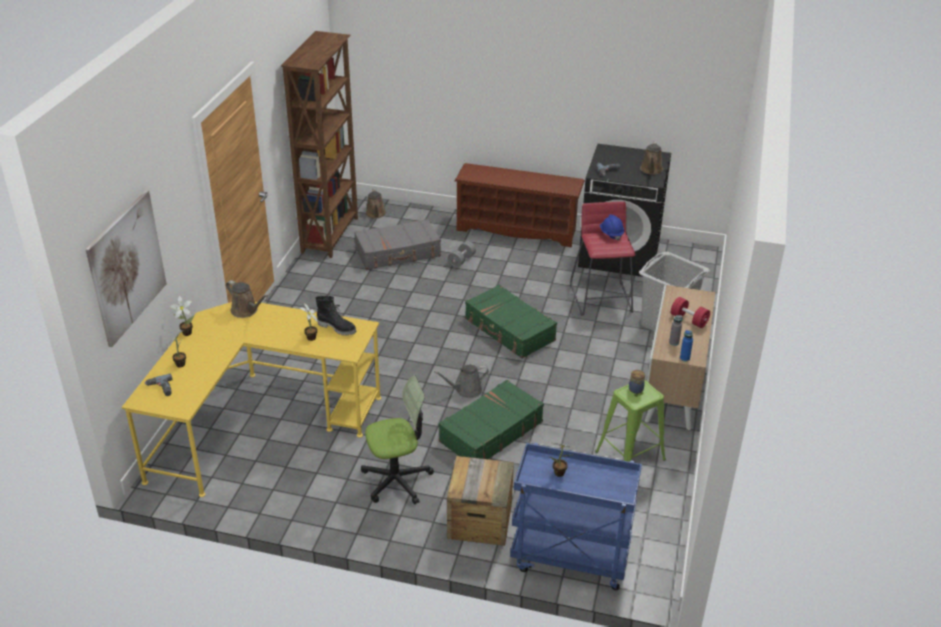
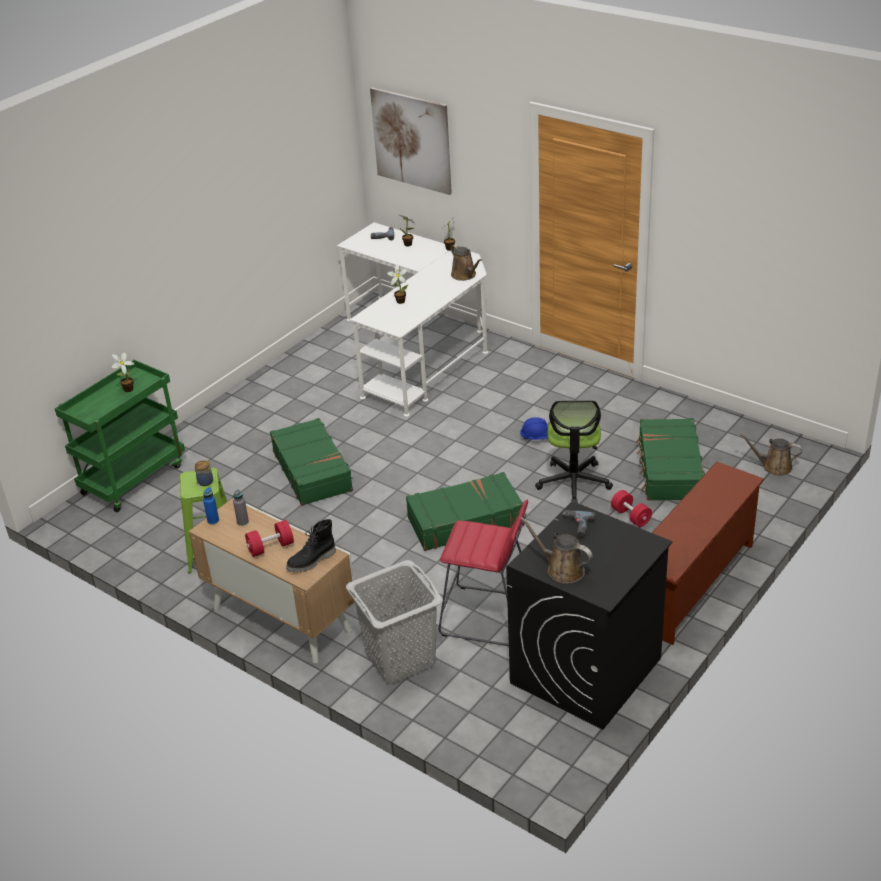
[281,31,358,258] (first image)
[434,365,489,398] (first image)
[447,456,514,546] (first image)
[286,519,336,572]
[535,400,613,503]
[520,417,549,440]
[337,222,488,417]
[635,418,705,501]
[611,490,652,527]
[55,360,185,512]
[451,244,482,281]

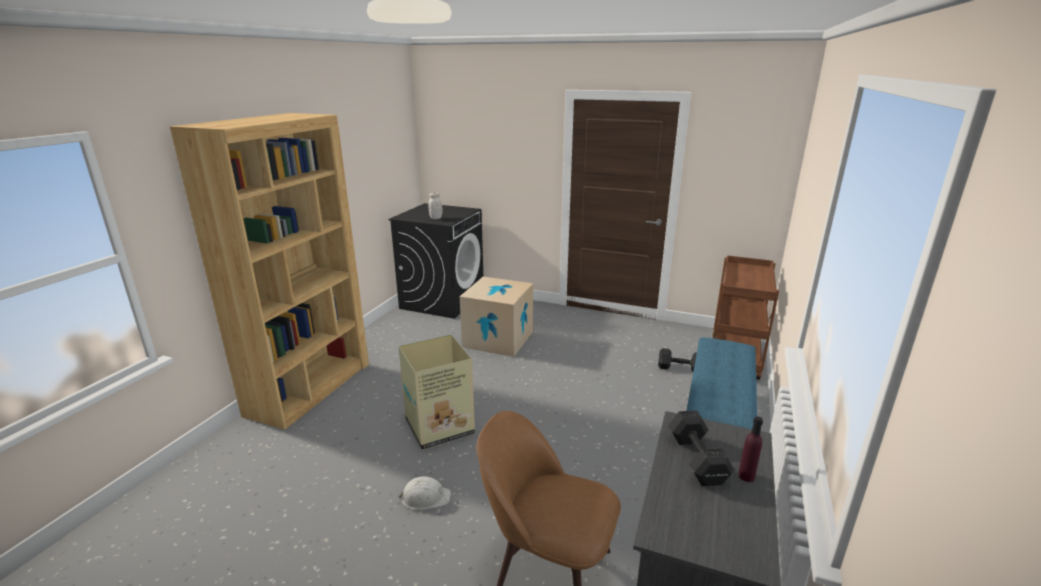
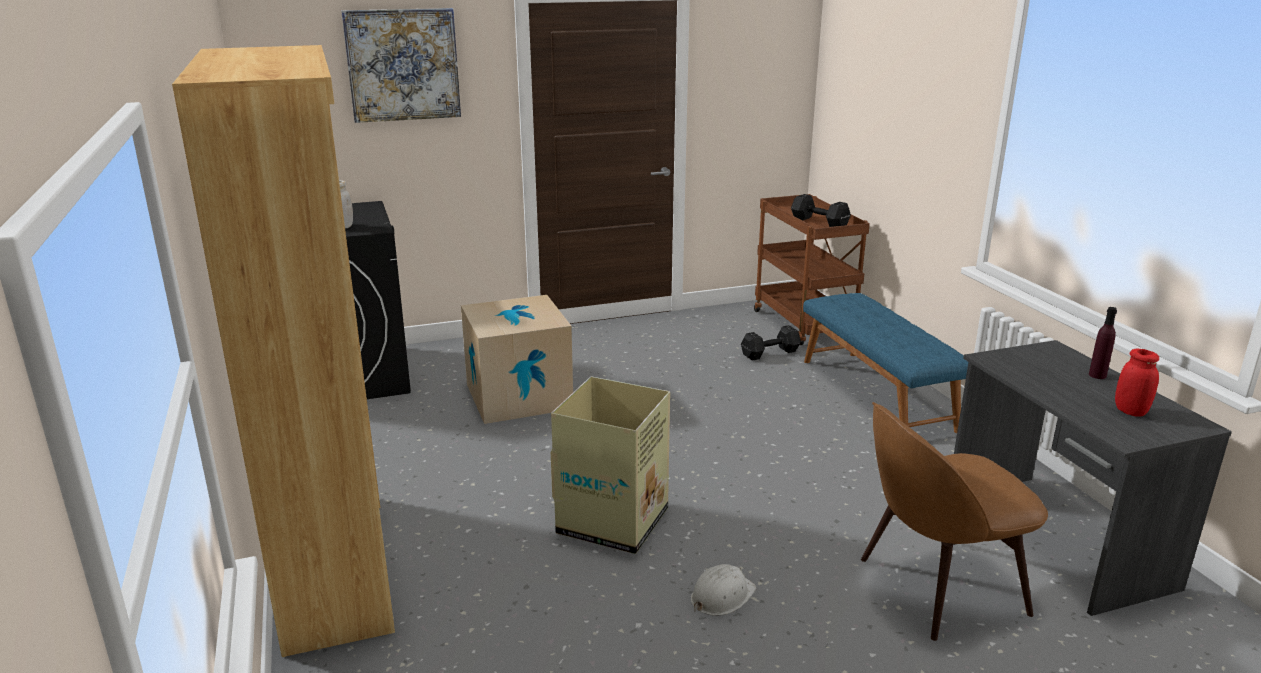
[341,8,461,123]
[1115,349,1159,417]
[791,194,851,227]

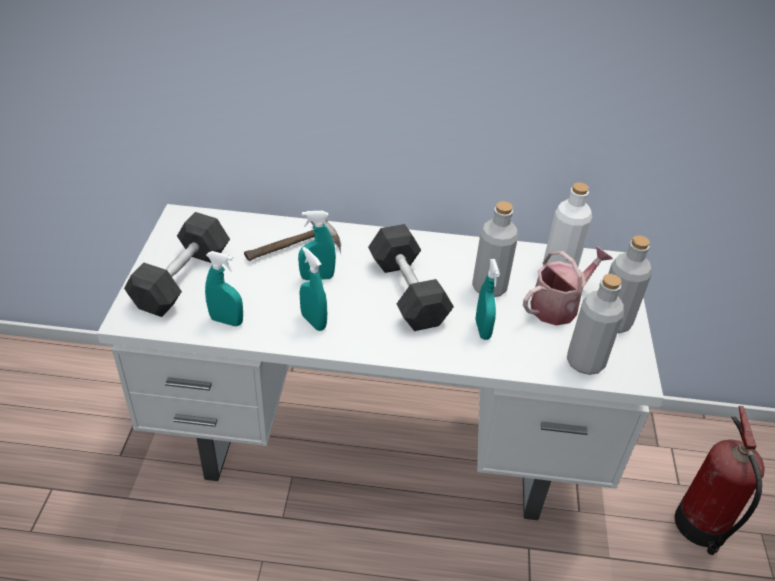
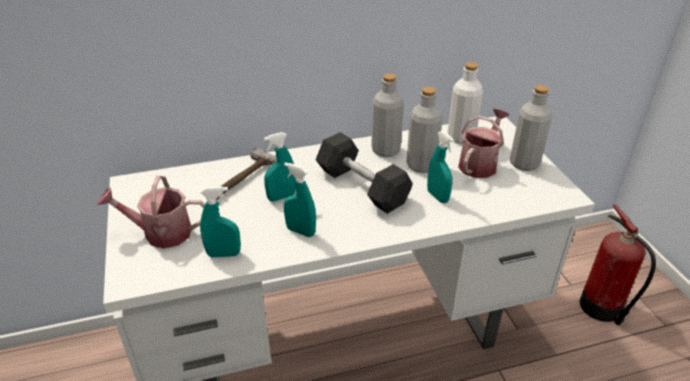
[371,73,404,157]
[97,176,205,249]

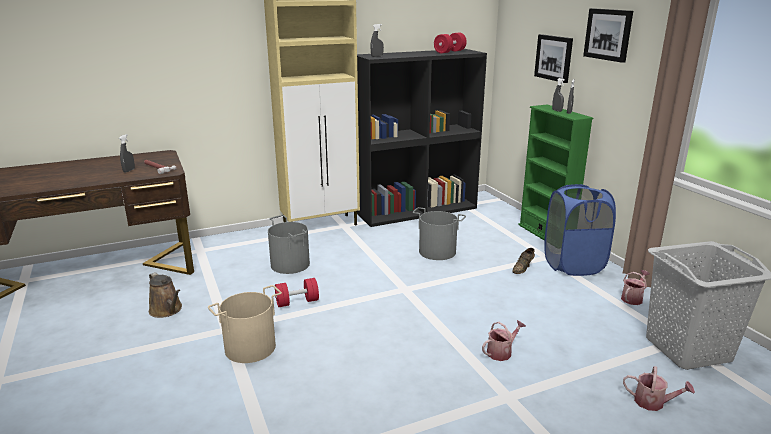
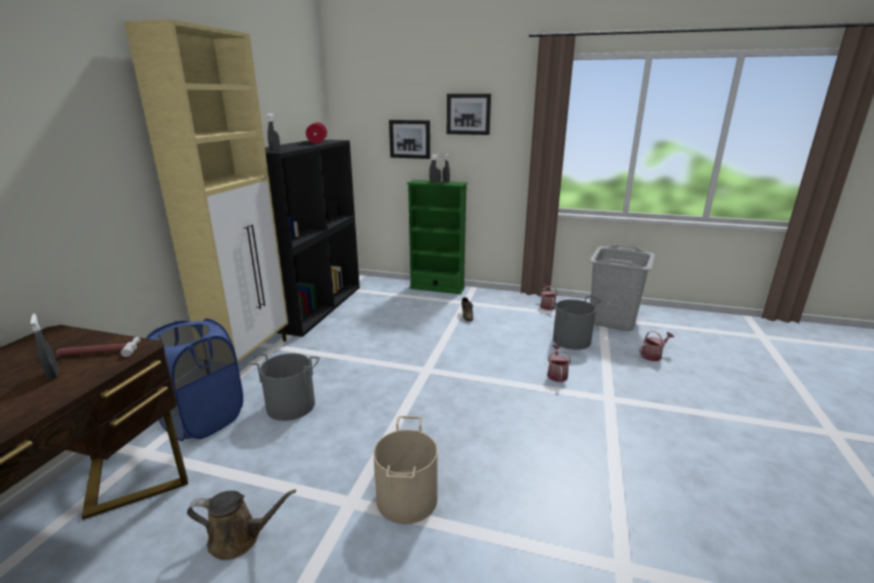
[275,278,319,307] (first image)
[551,296,602,350]
[146,319,243,442]

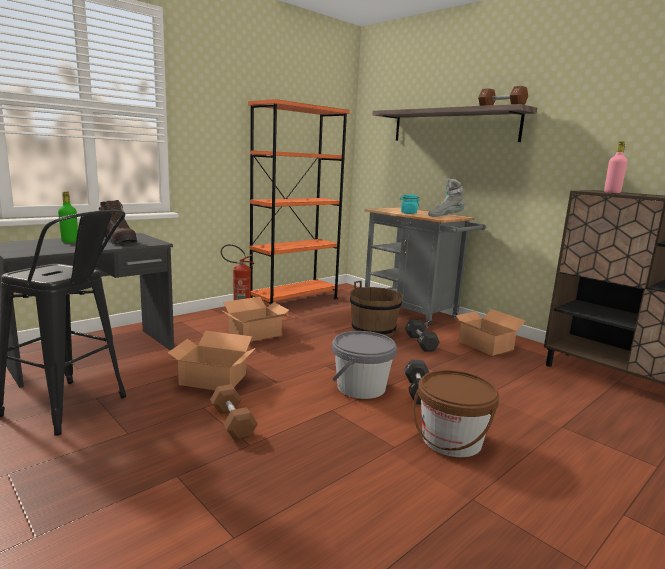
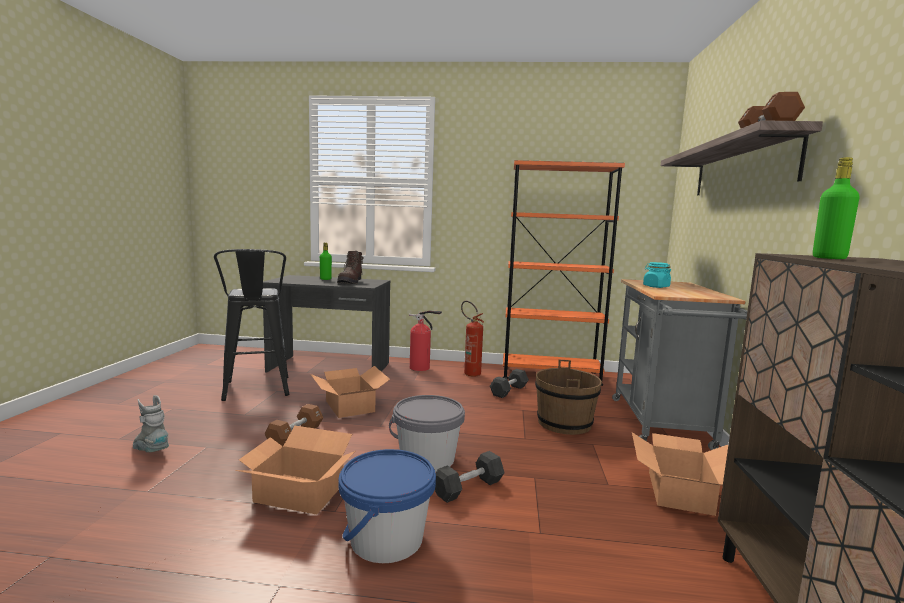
[409,311,442,371]
[235,426,355,515]
[490,369,529,398]
[133,395,169,452]
[339,449,436,563]
[813,157,860,259]

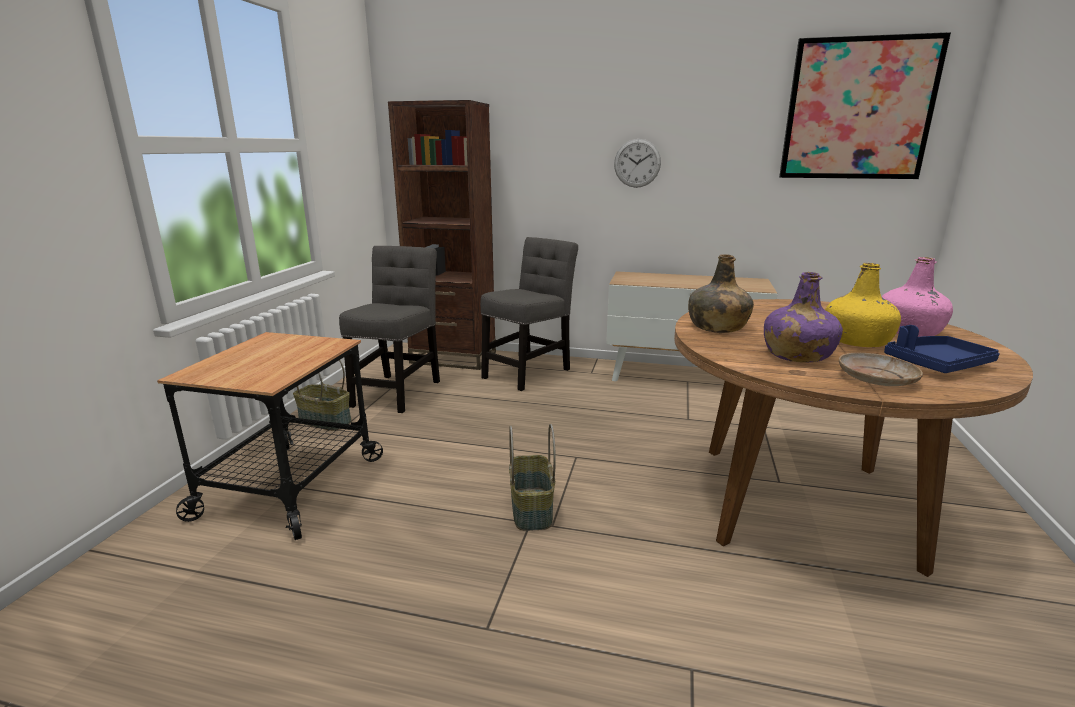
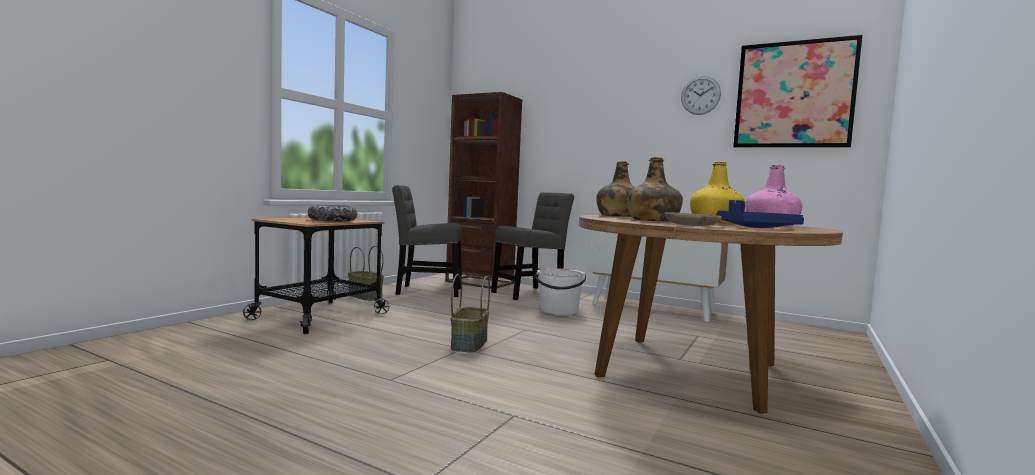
[308,205,357,222]
[535,268,586,315]
[681,76,721,115]
[627,157,683,221]
[392,185,462,297]

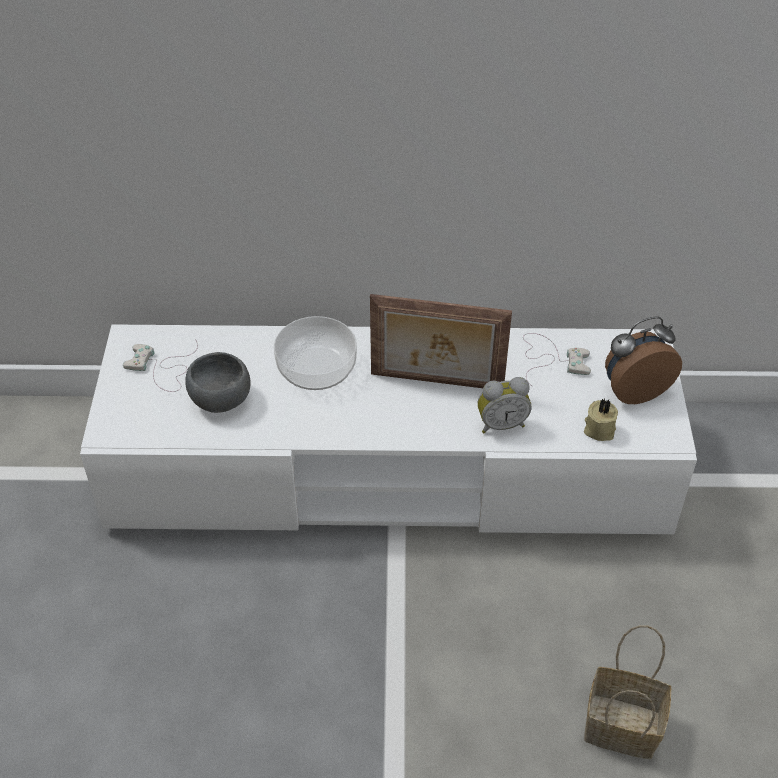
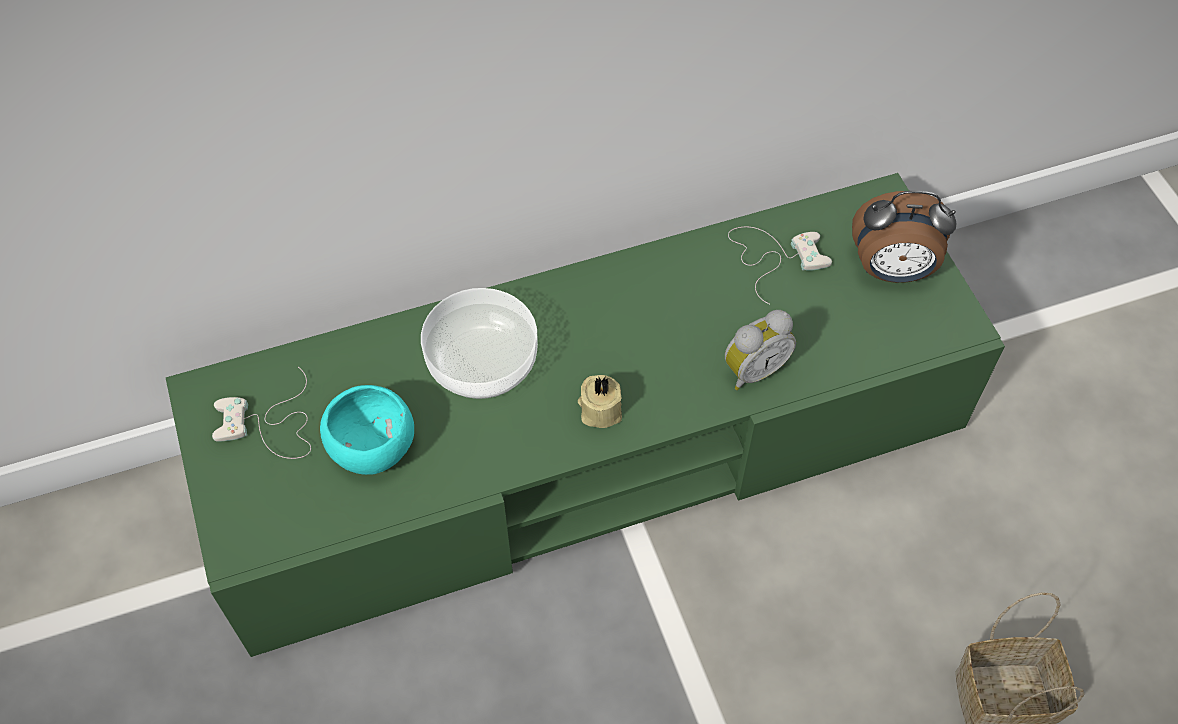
[370,294,512,388] (first image)
[578,375,622,428]
[166,173,1005,657]
[320,385,414,475]
[852,191,956,283]

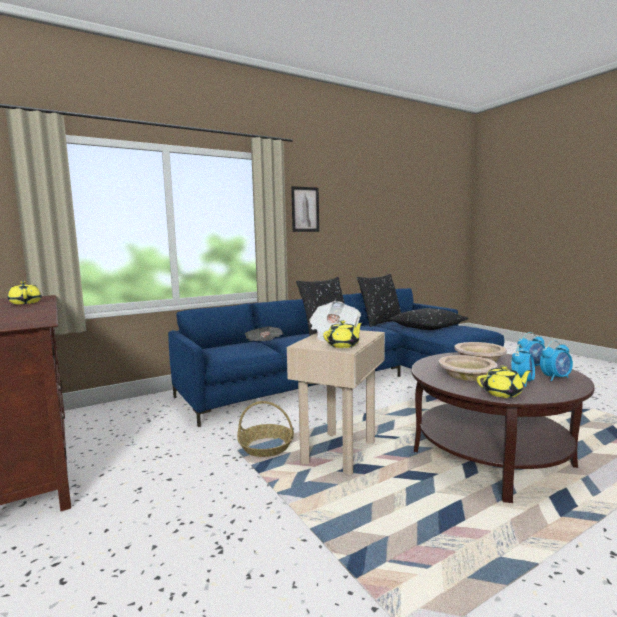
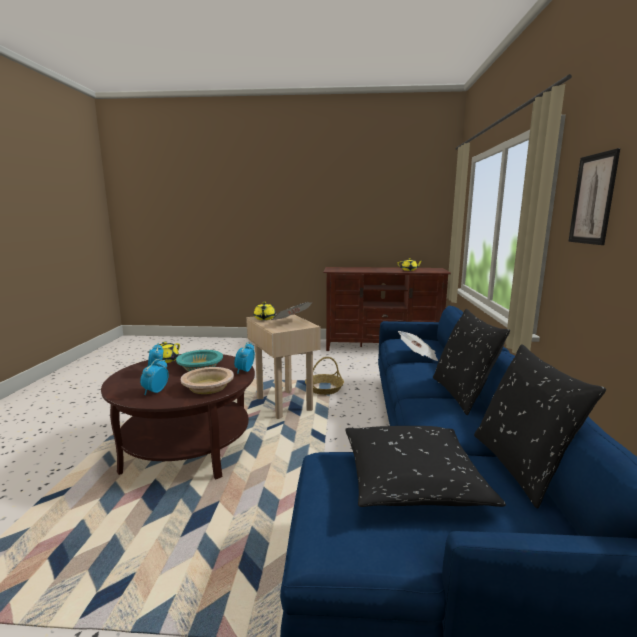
[234,342,255,374]
[176,350,223,371]

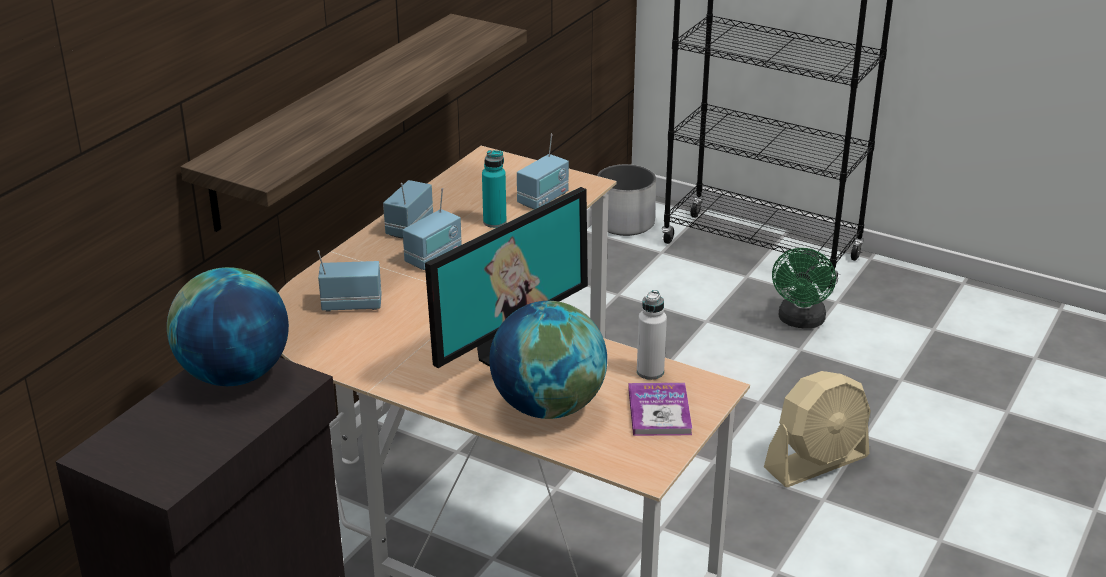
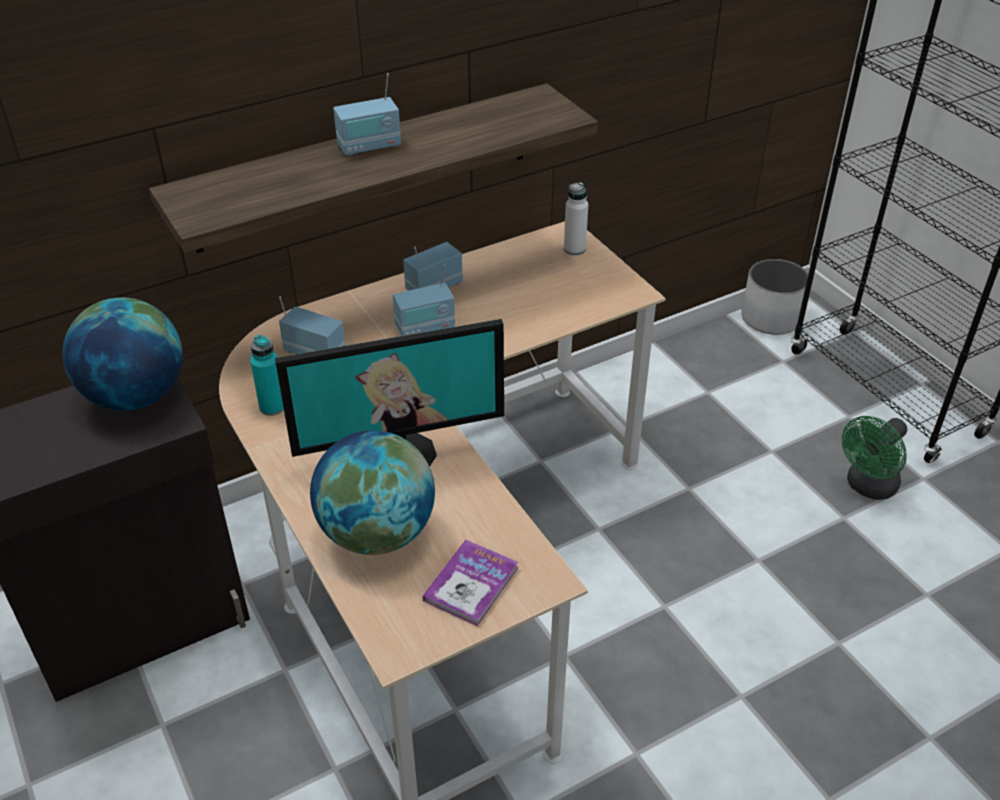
[764,371,871,487] (first image)
[250,334,284,416]
[333,73,401,156]
[564,182,588,255]

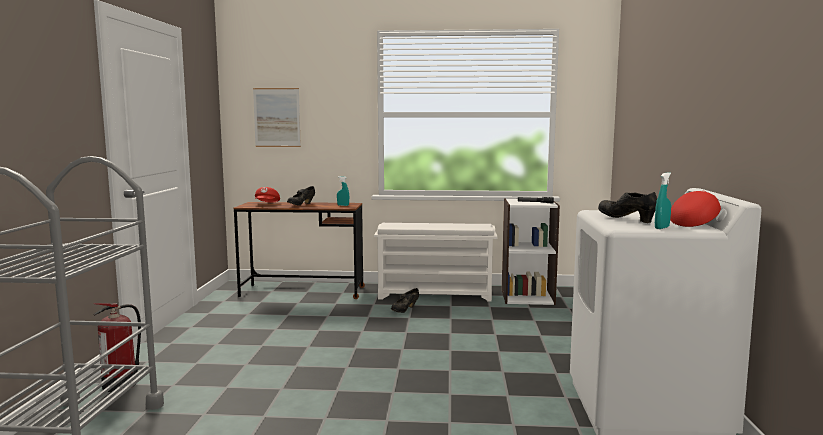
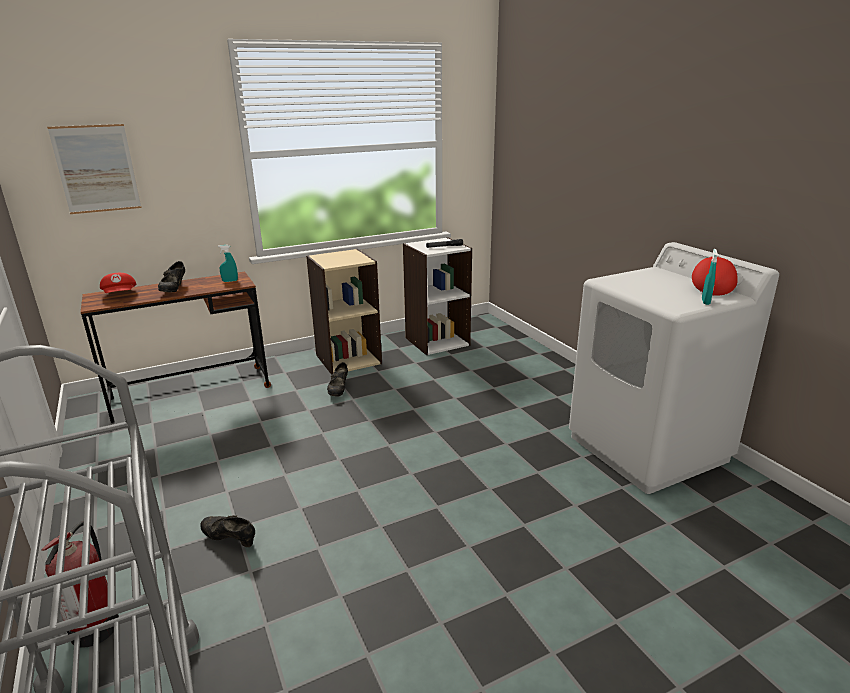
[200,515,255,547]
[306,249,382,374]

